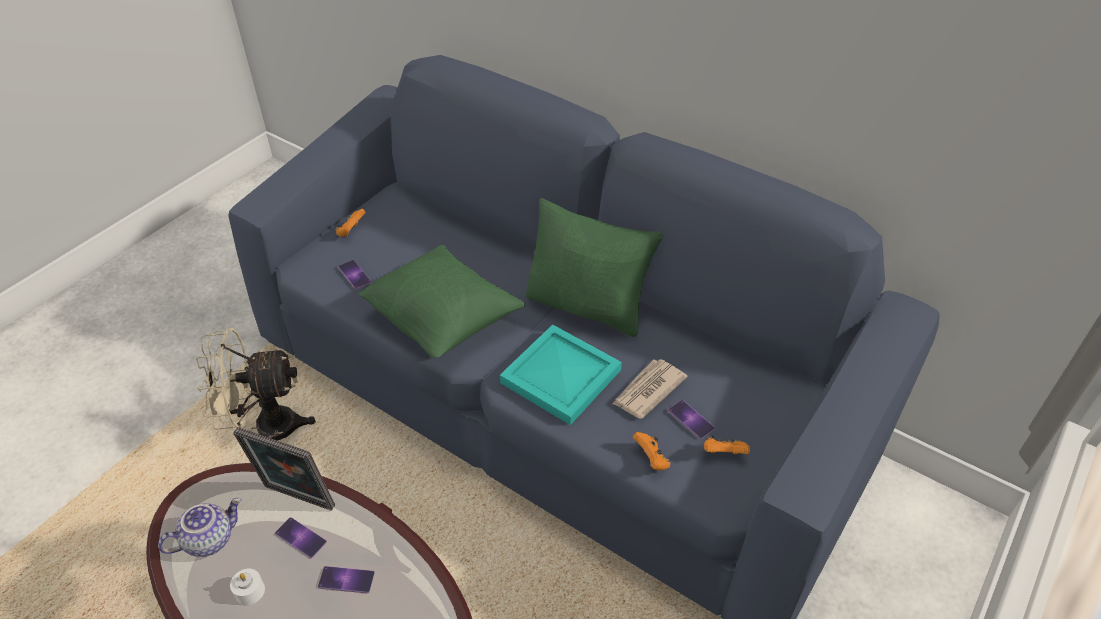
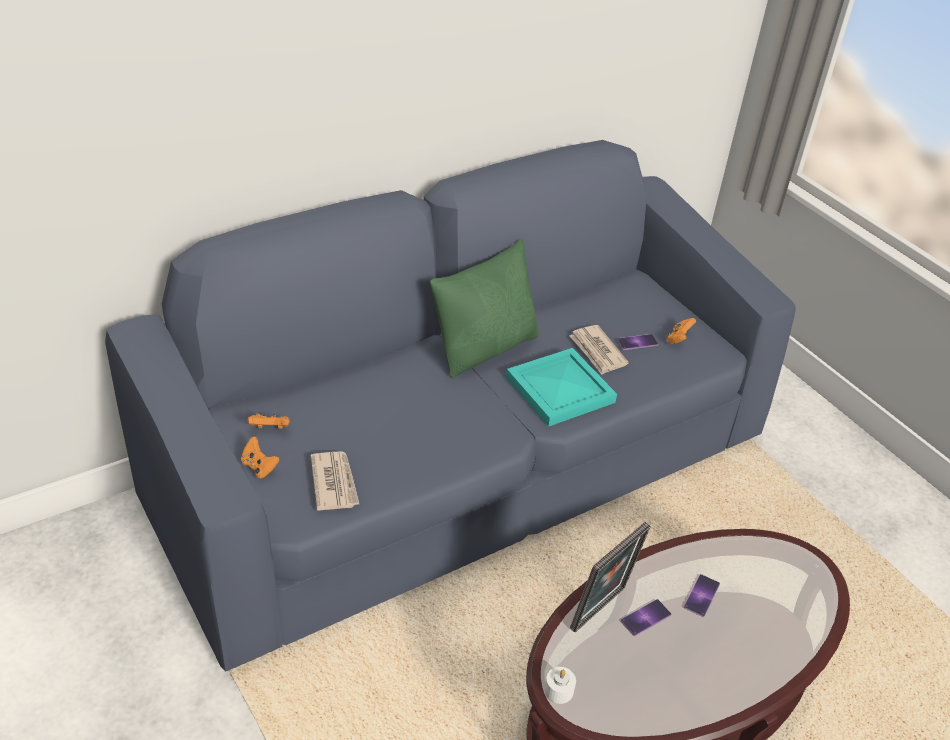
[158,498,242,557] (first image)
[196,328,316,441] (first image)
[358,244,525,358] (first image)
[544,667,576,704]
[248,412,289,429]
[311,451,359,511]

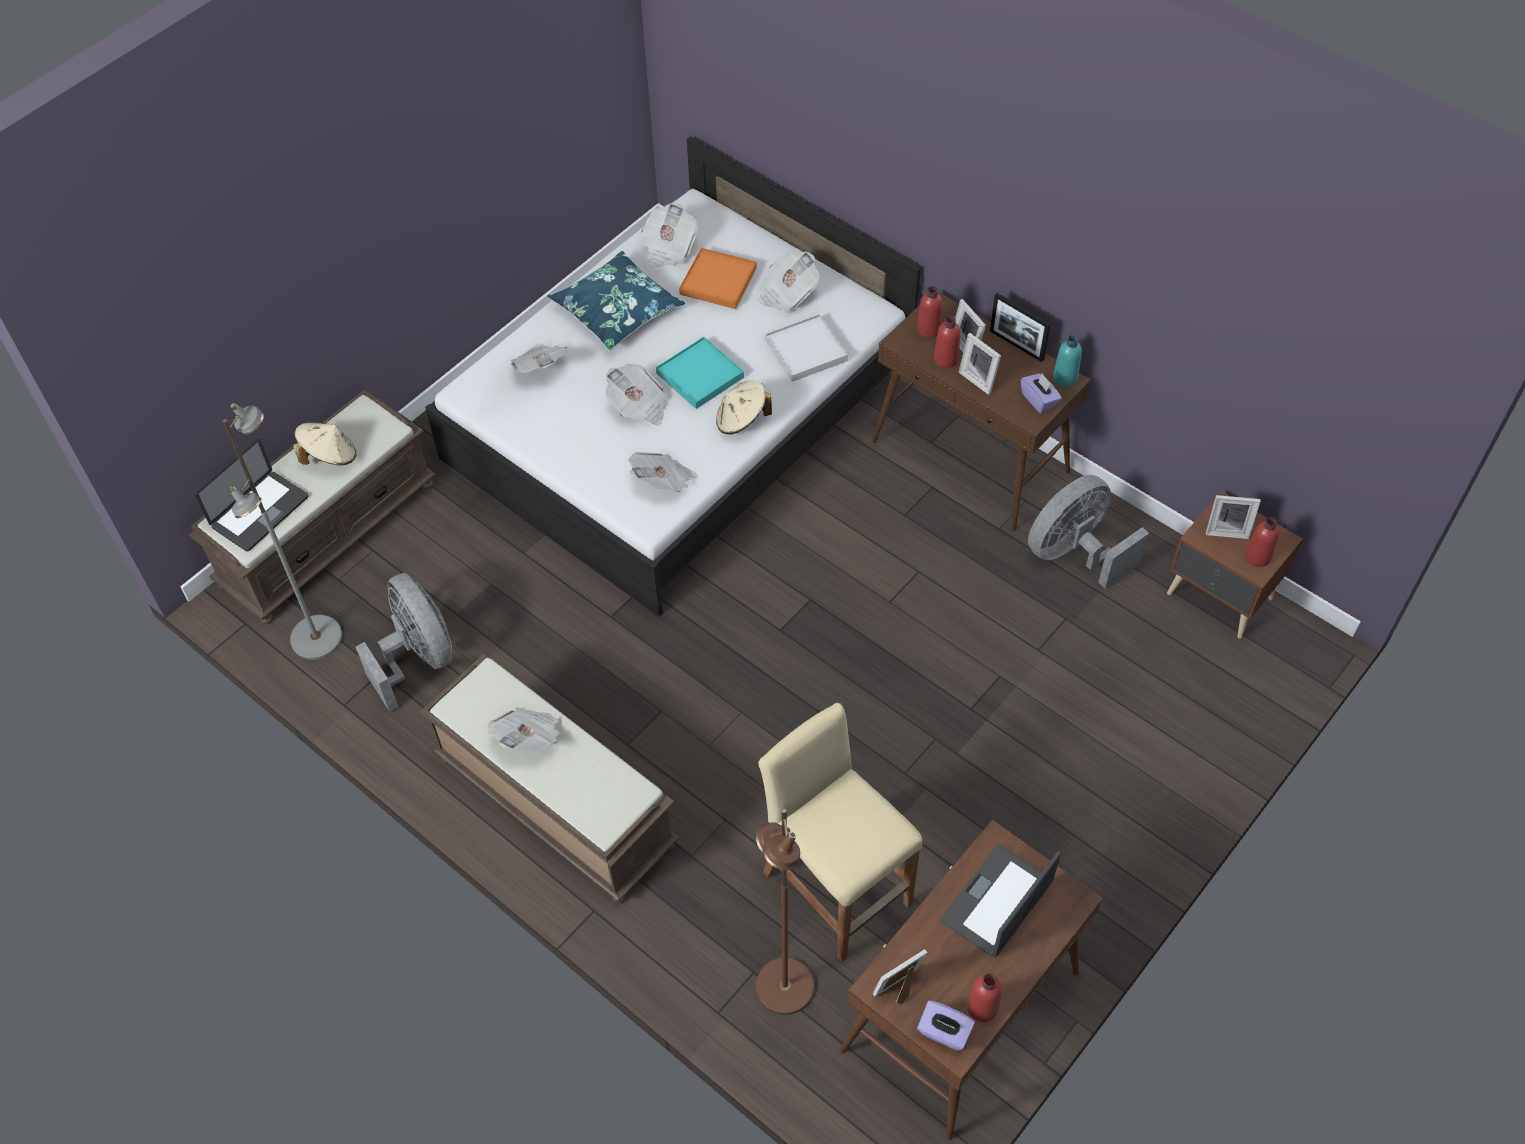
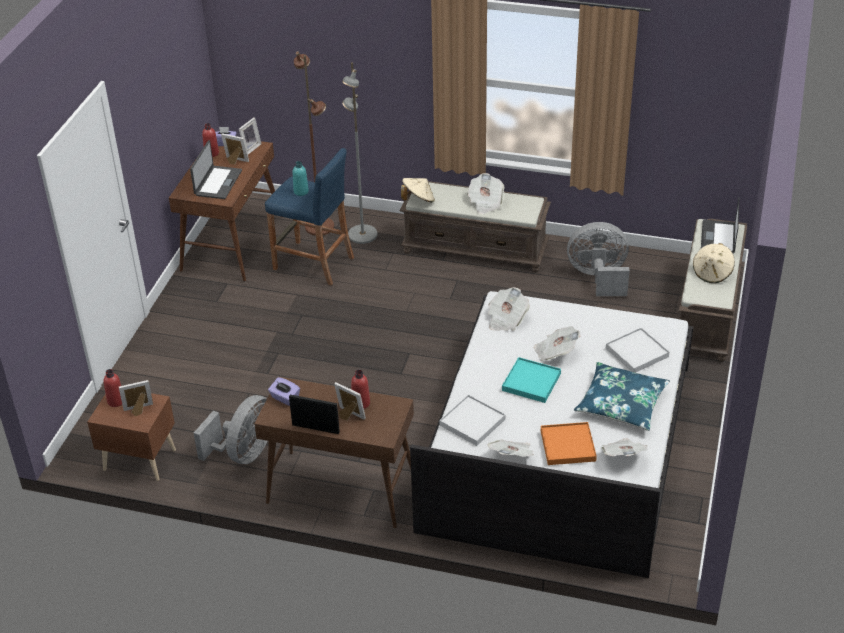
[917,286,943,338] (first image)
[342,62,377,244]
[401,178,435,203]
[221,133,249,164]
[292,161,309,196]
[606,328,669,373]
[265,148,354,286]
[567,222,630,296]

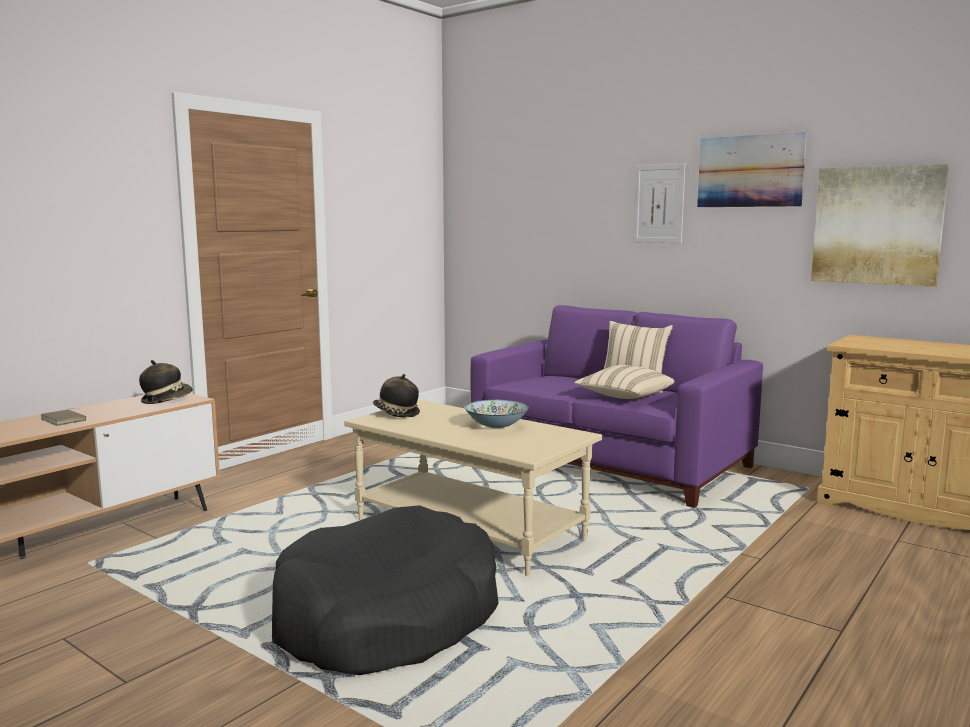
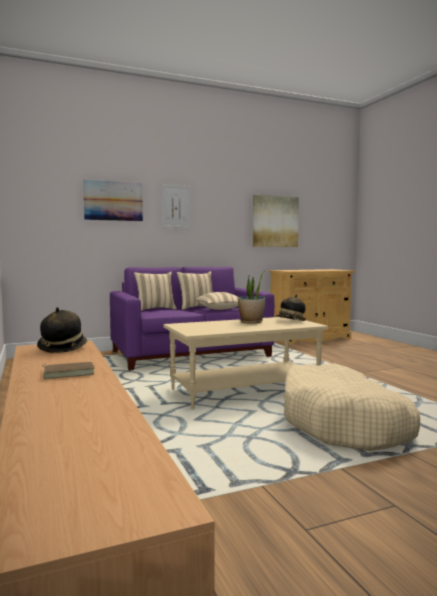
[134,272,177,311]
[276,295,306,321]
[83,180,143,221]
[238,273,265,323]
[284,364,420,451]

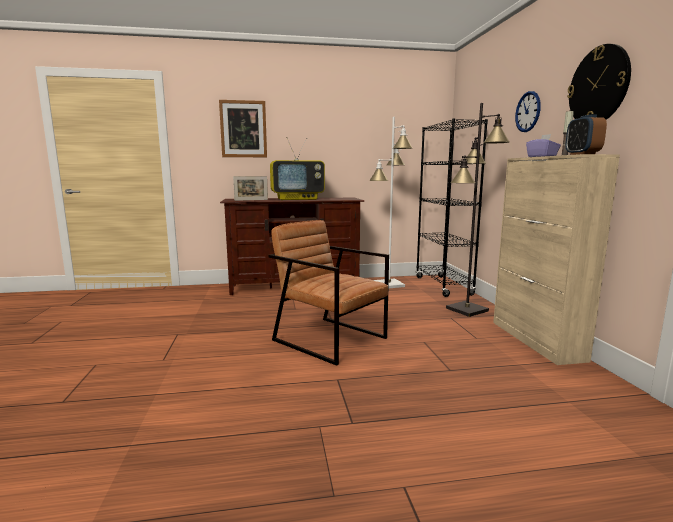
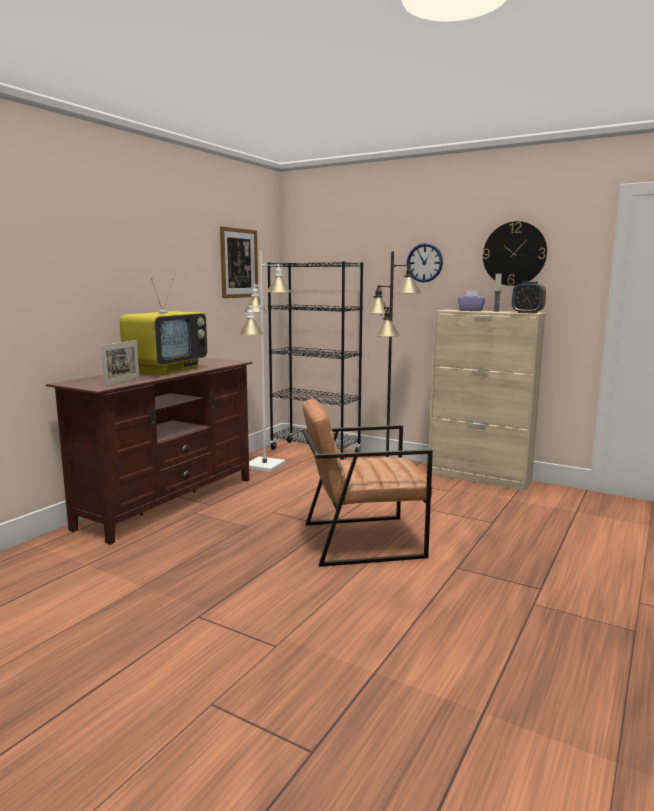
[220,226,258,298]

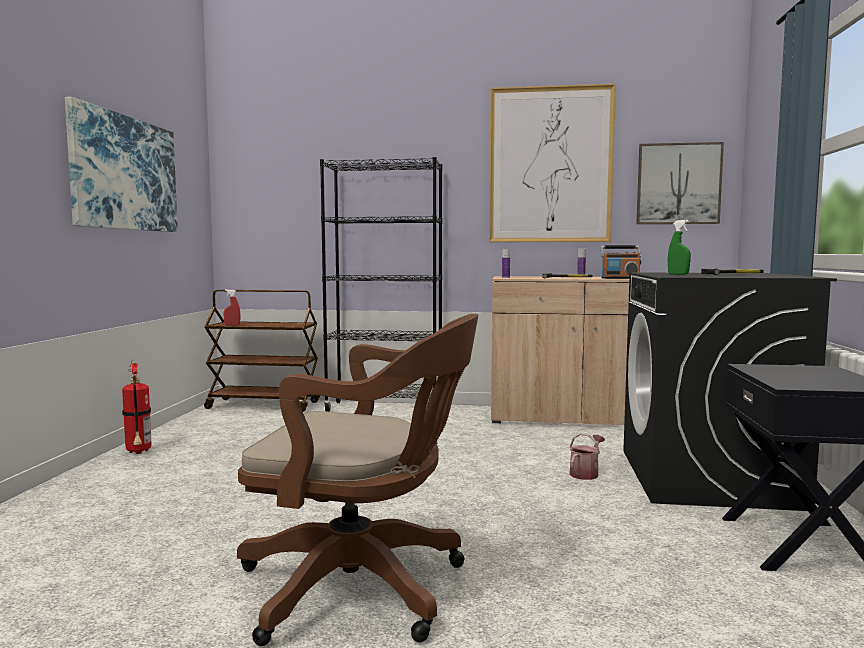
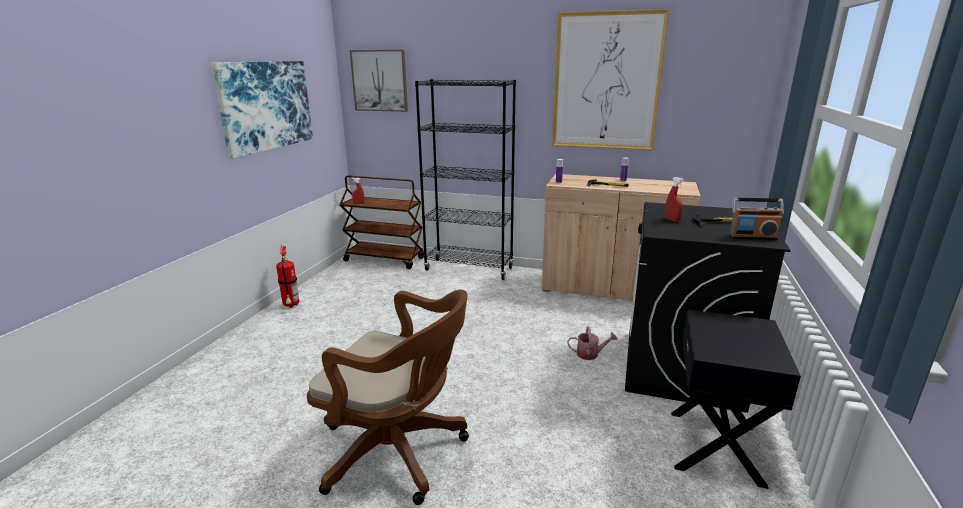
[729,198,784,240]
[350,50,408,112]
[665,177,684,222]
[567,326,617,360]

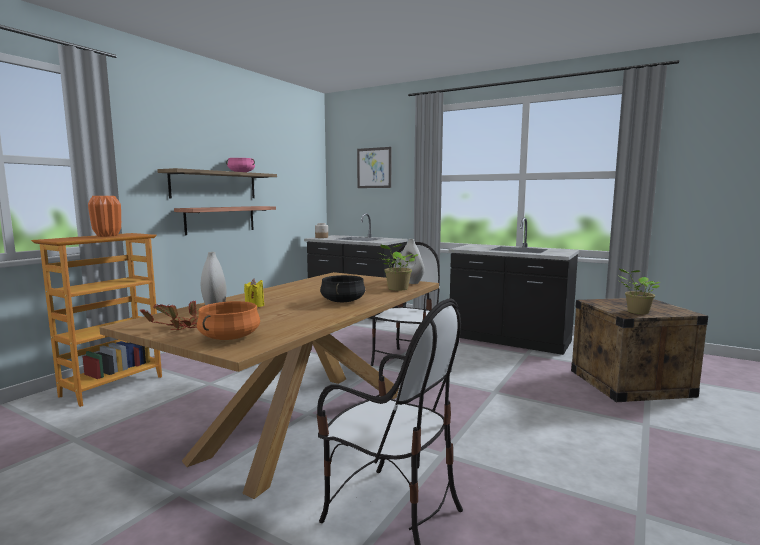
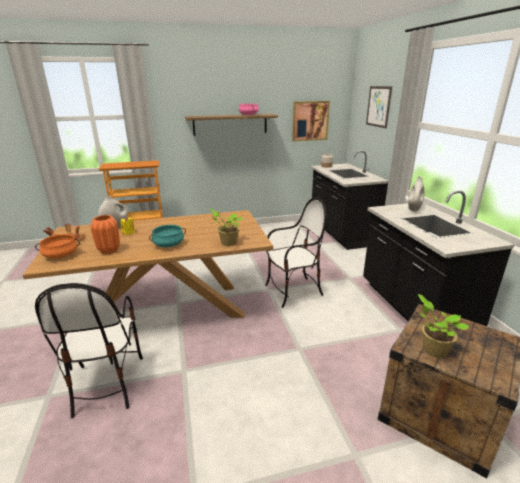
[174,206,276,235] (first image)
[292,101,330,141]
[90,215,120,254]
[408,176,424,211]
[149,225,186,247]

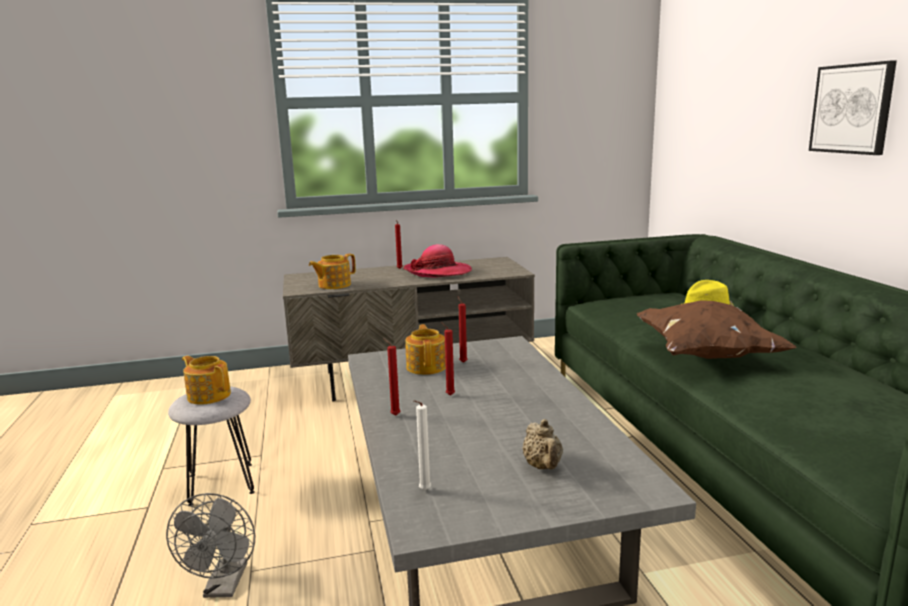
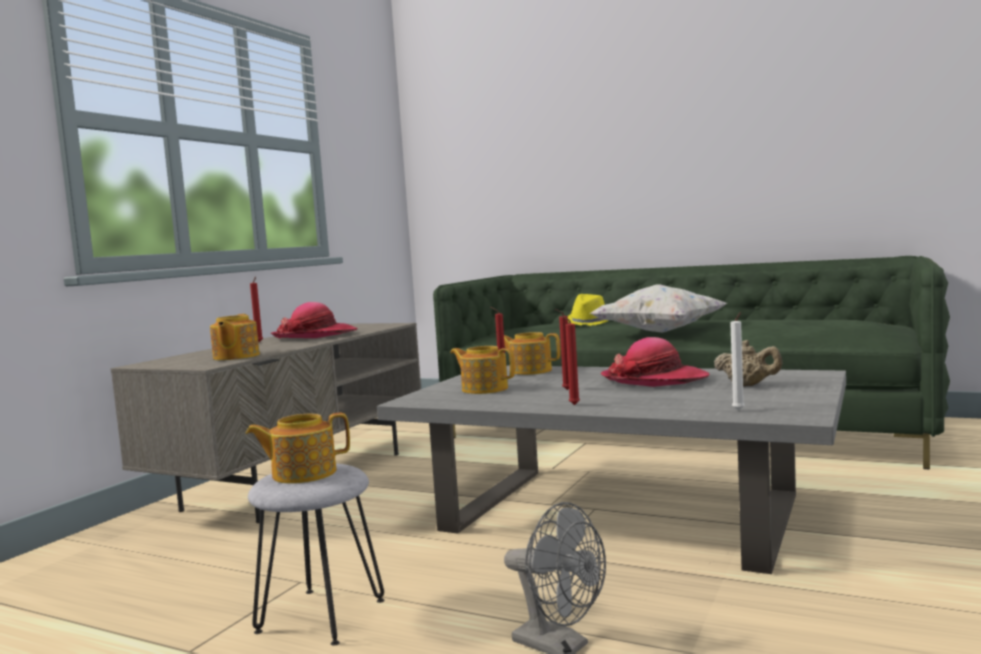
[809,60,897,155] (first image)
[504,332,560,375]
[601,337,709,387]
[590,285,727,333]

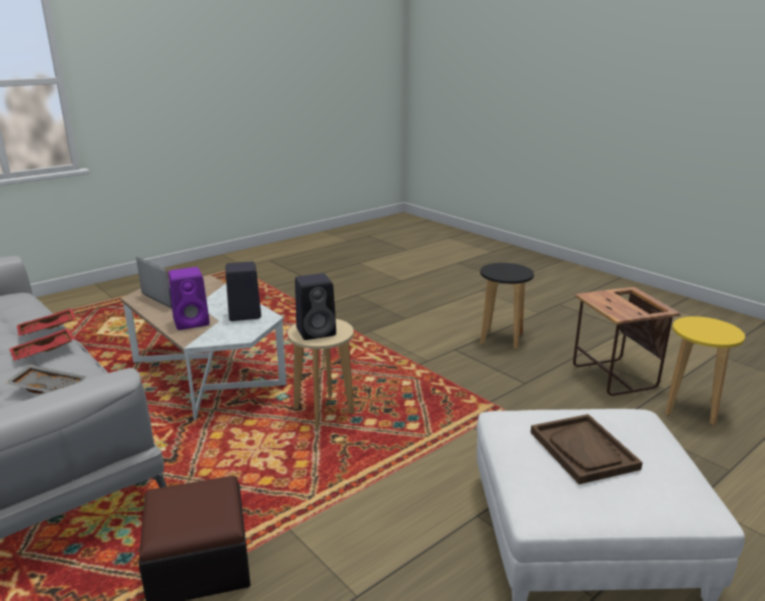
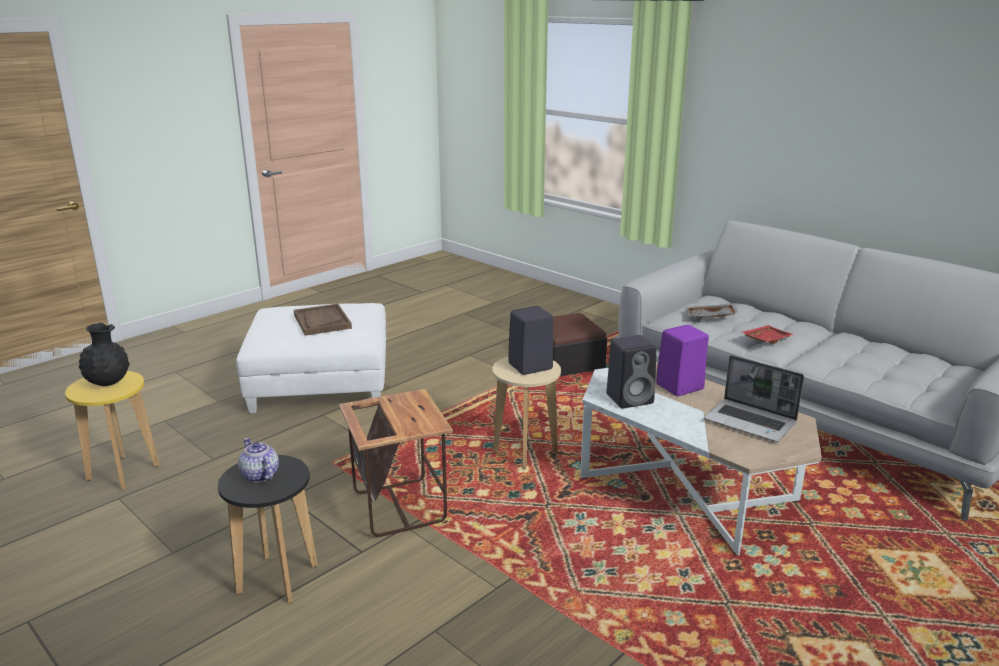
[17,308,76,336] (first image)
[79,323,130,386]
[238,438,279,483]
[339,389,453,537]

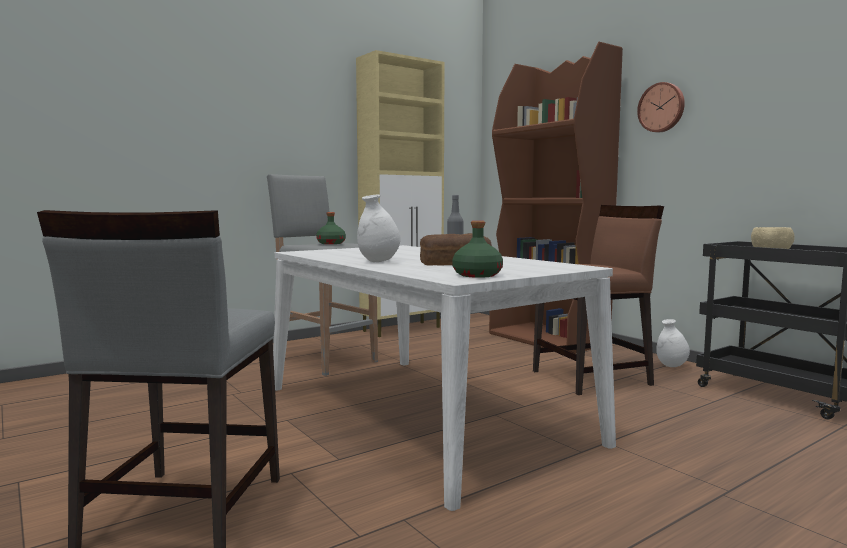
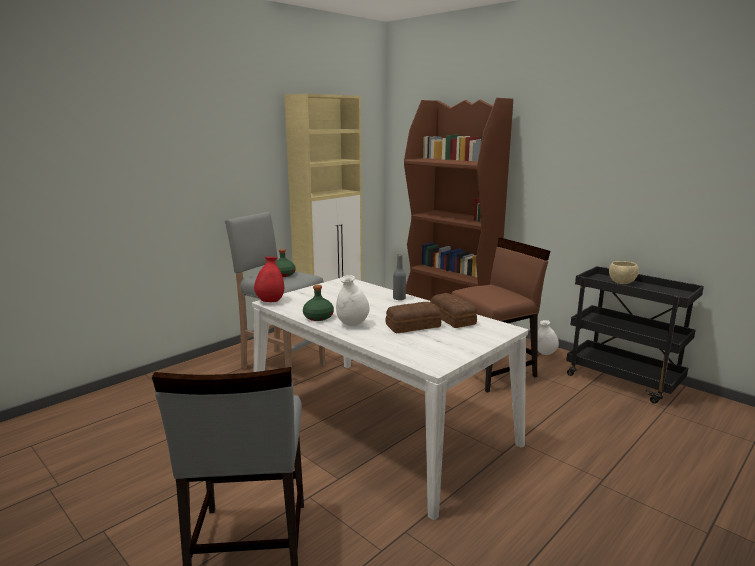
[637,82,685,132] (first image)
[254,257,284,302]
[430,293,477,328]
[303,285,334,321]

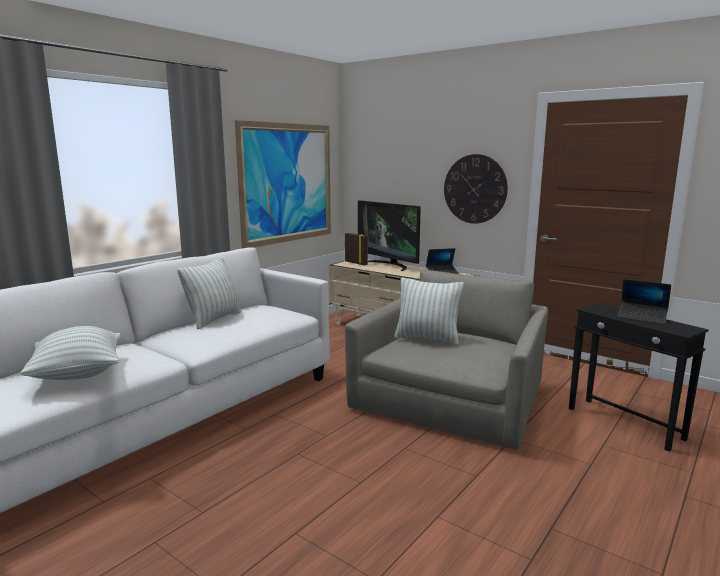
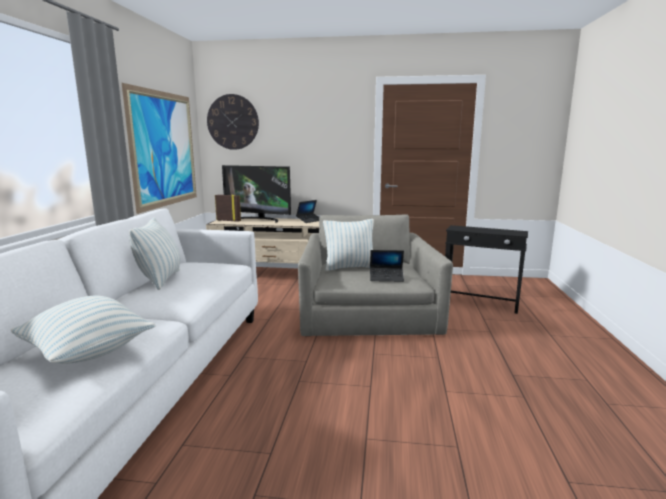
[207,94,259,150]
[370,250,404,282]

